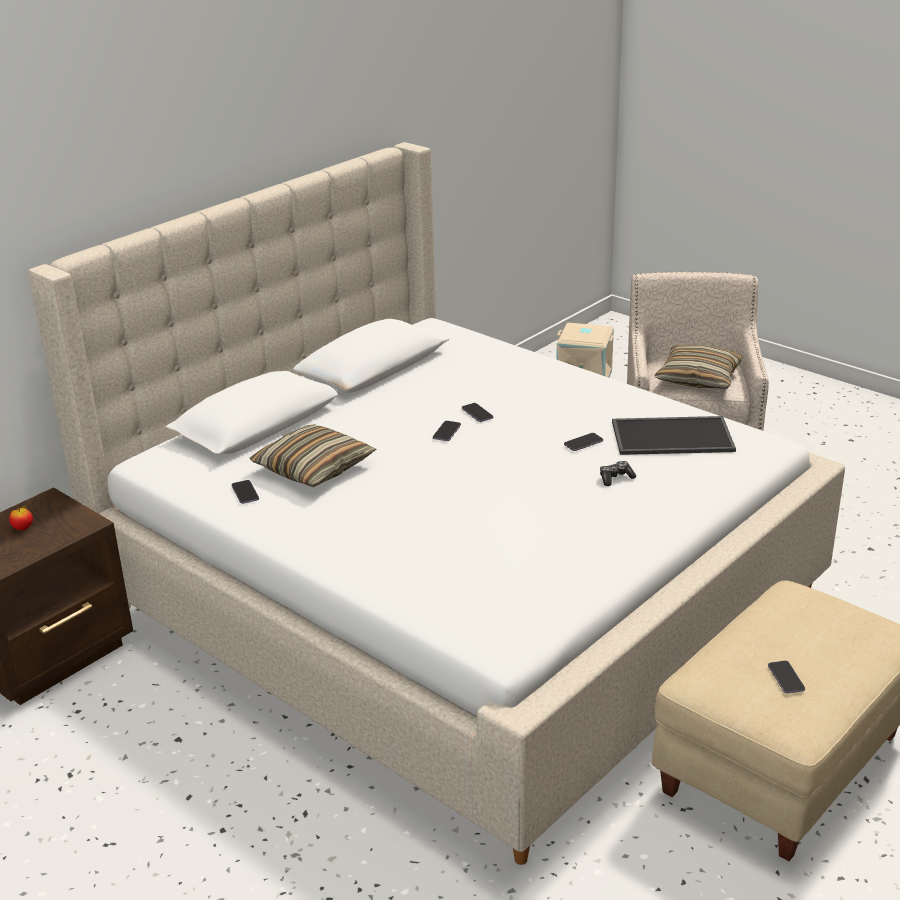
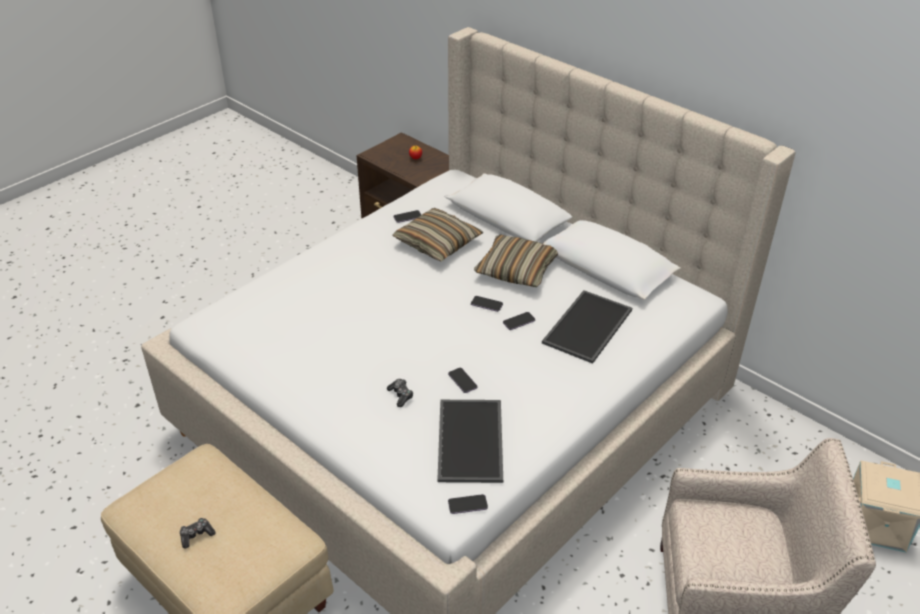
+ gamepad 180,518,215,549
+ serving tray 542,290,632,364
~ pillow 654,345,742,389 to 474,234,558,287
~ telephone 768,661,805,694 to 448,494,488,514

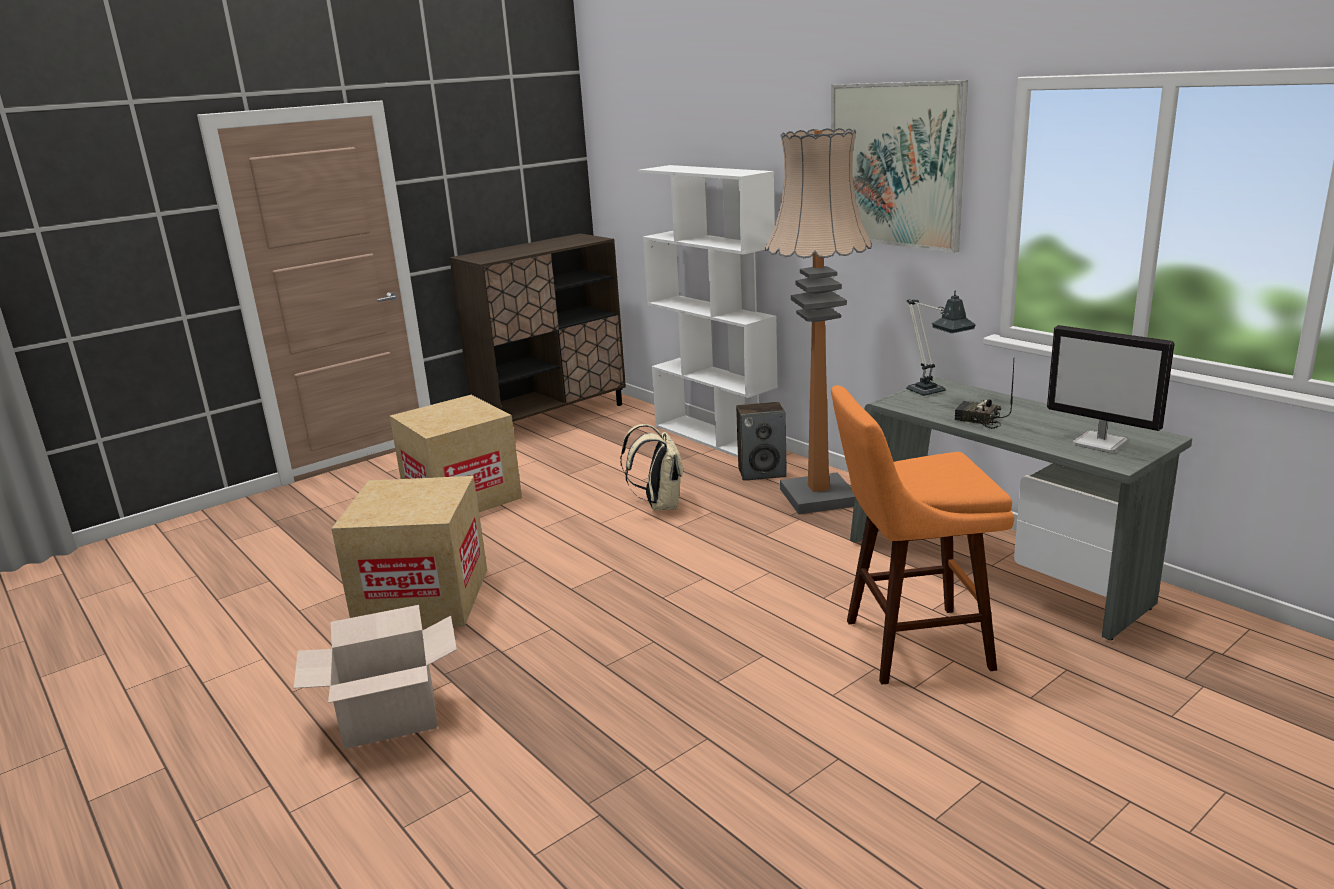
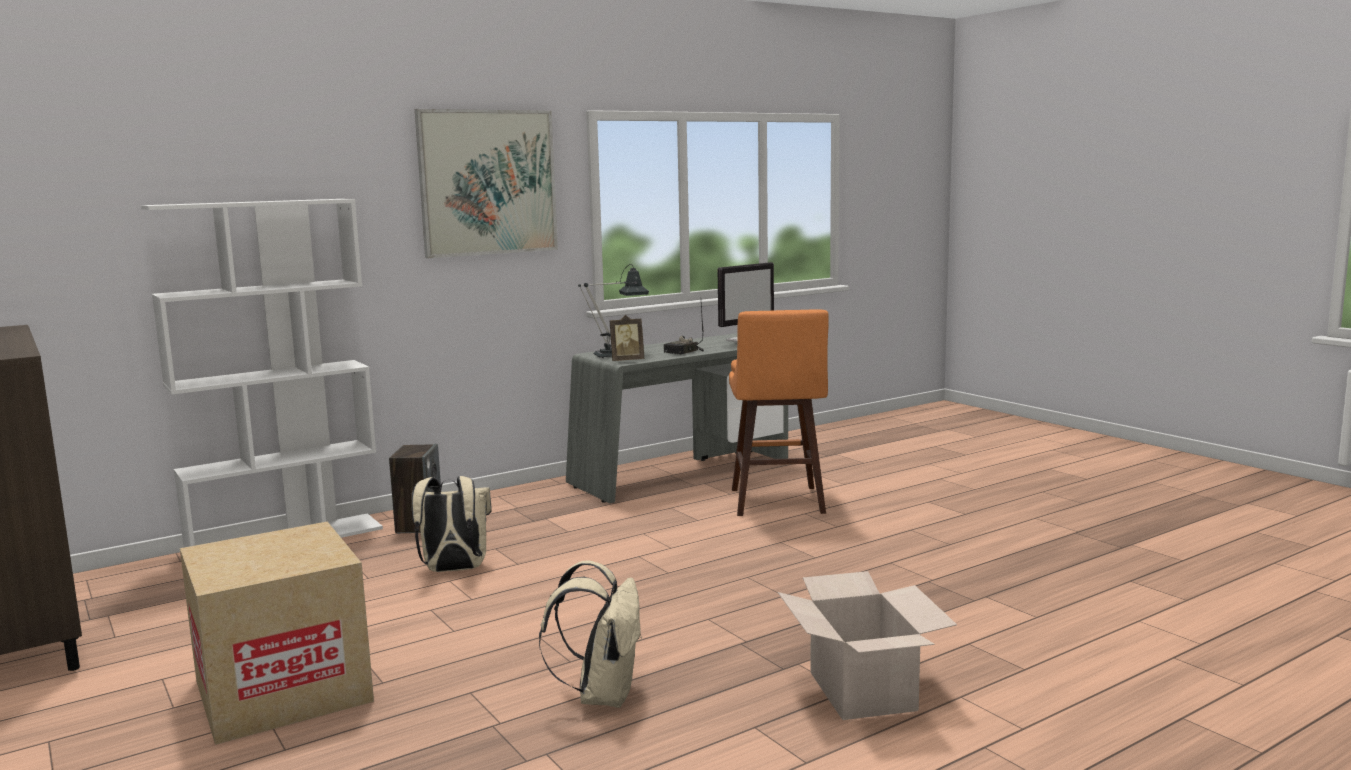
- standard lamp 765,128,872,514
+ photo frame 610,315,644,361
~ packing box 331,476,487,628 to beige backpack 539,560,642,708

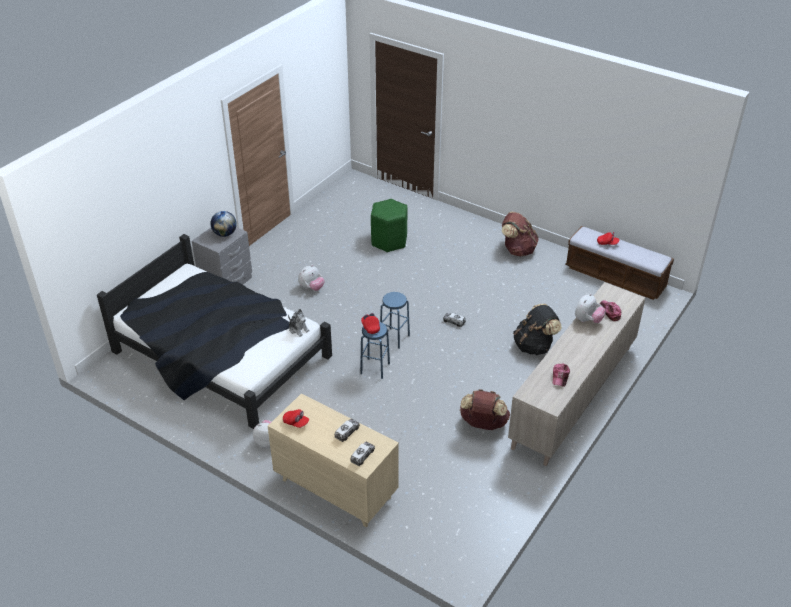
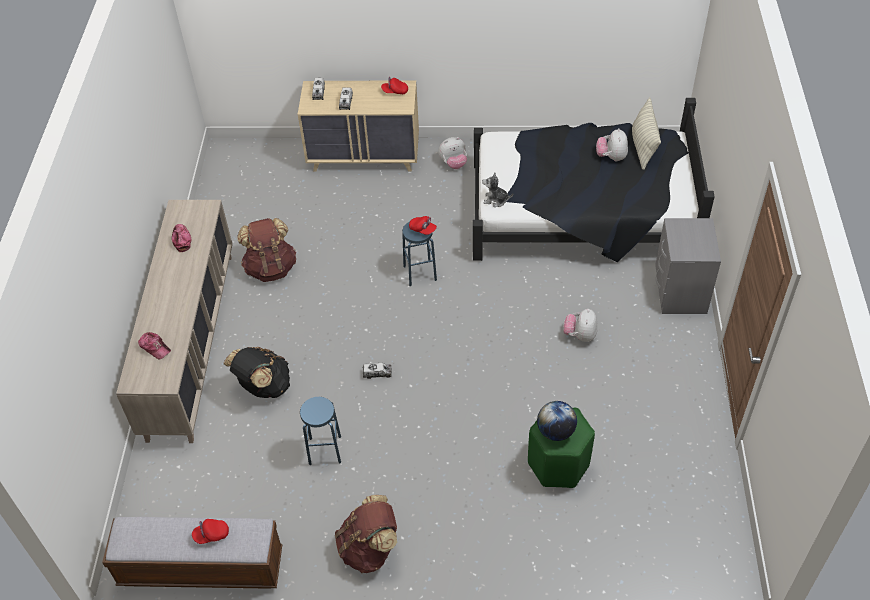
+ pillow 632,97,661,170
~ desk globe 211,211,237,237 to 537,401,577,441
~ blue-coloured stool 380,292,410,349 to 300,397,341,465
~ soft toy 575,293,606,323 to 596,128,628,162

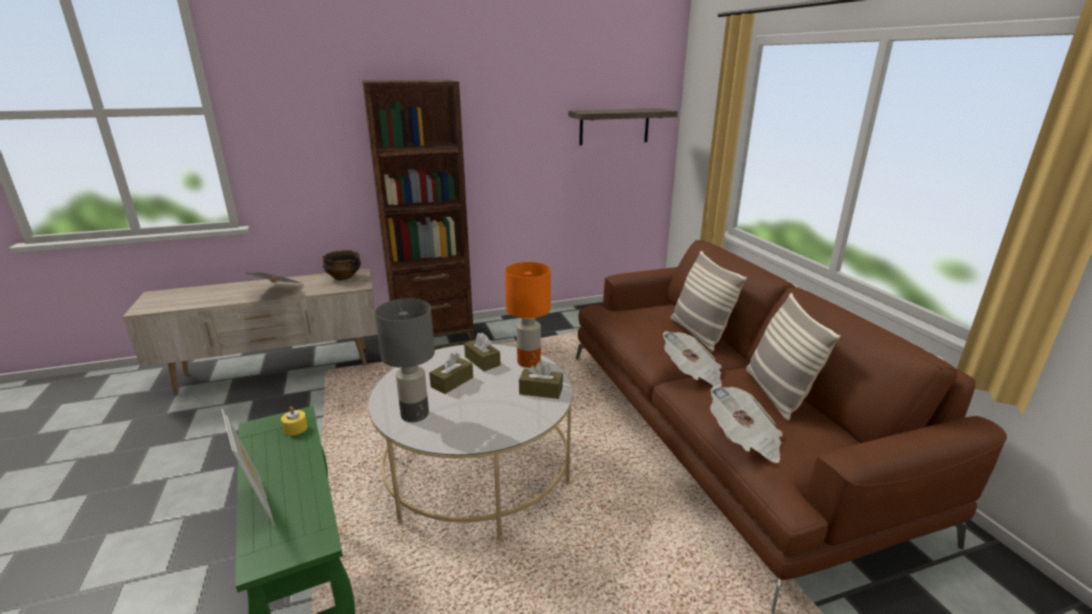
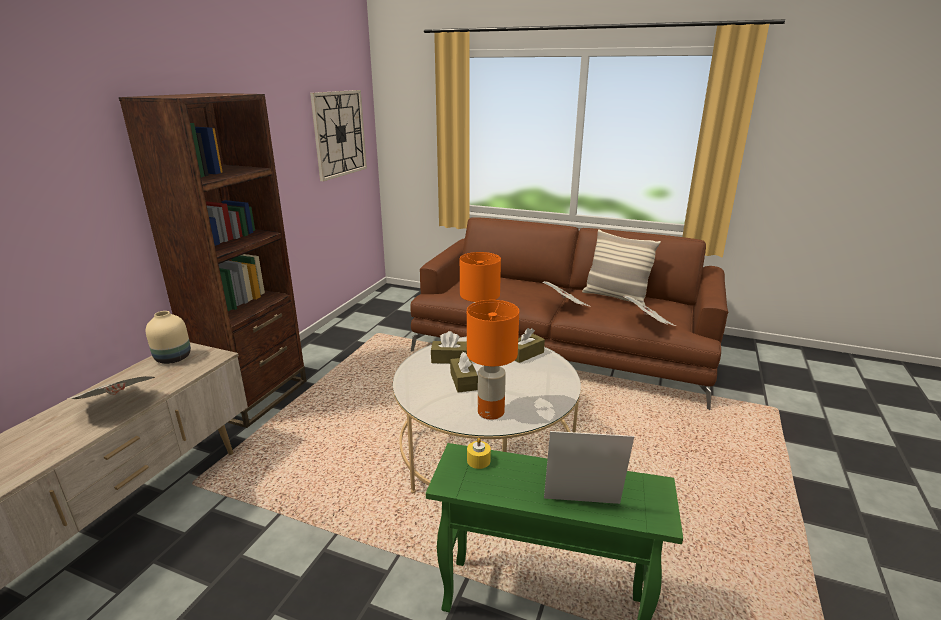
- pillow 671,251,747,352
~ deep dish 322,250,361,281 to beige decorative vase 146,311,191,364
~ bracket shelf 568,108,678,145 to hanging clock 310,90,367,181
~ greyish table lamp 375,298,435,422 to orange table lamp 467,300,519,420

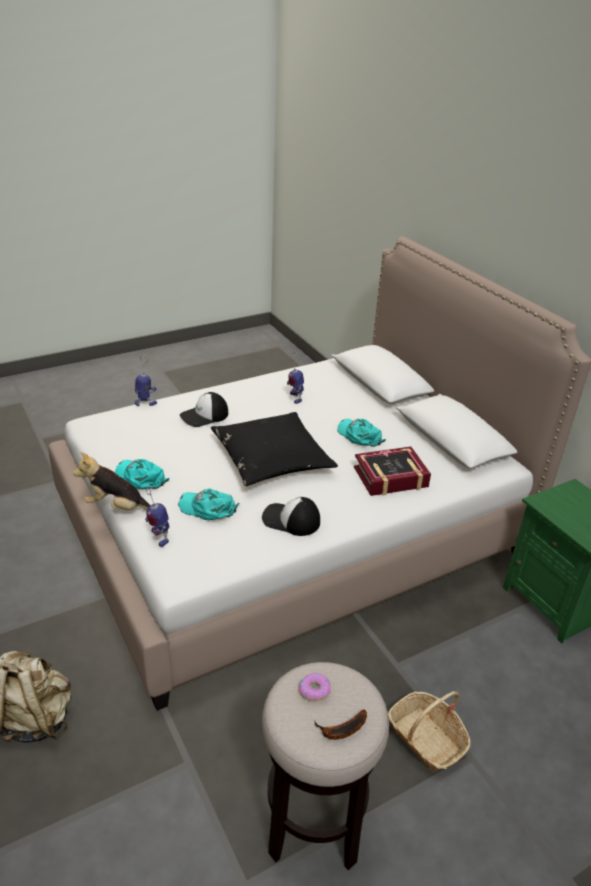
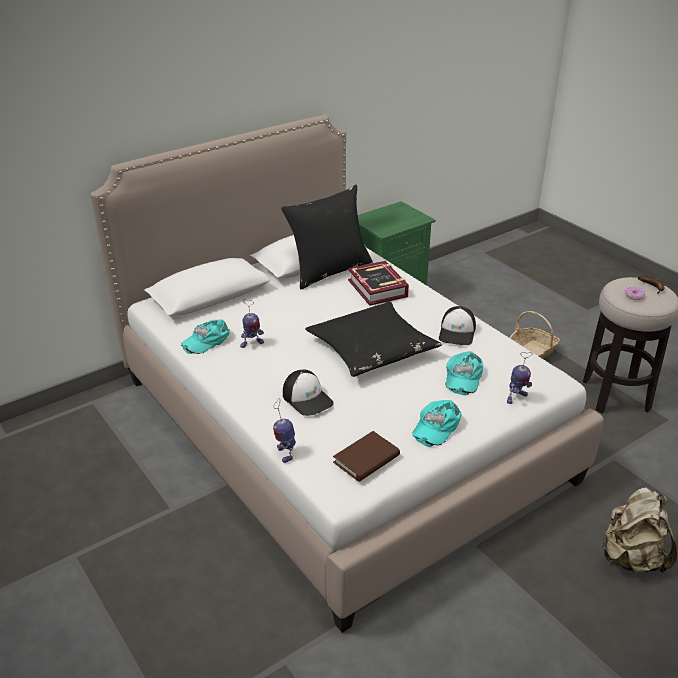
- soft toy 73,452,150,511
+ black pillow 281,185,373,289
+ brown-coloured bound book 333,431,400,482
~ turquoise-coloured peaked cap 337,419,386,447 to 181,319,230,354

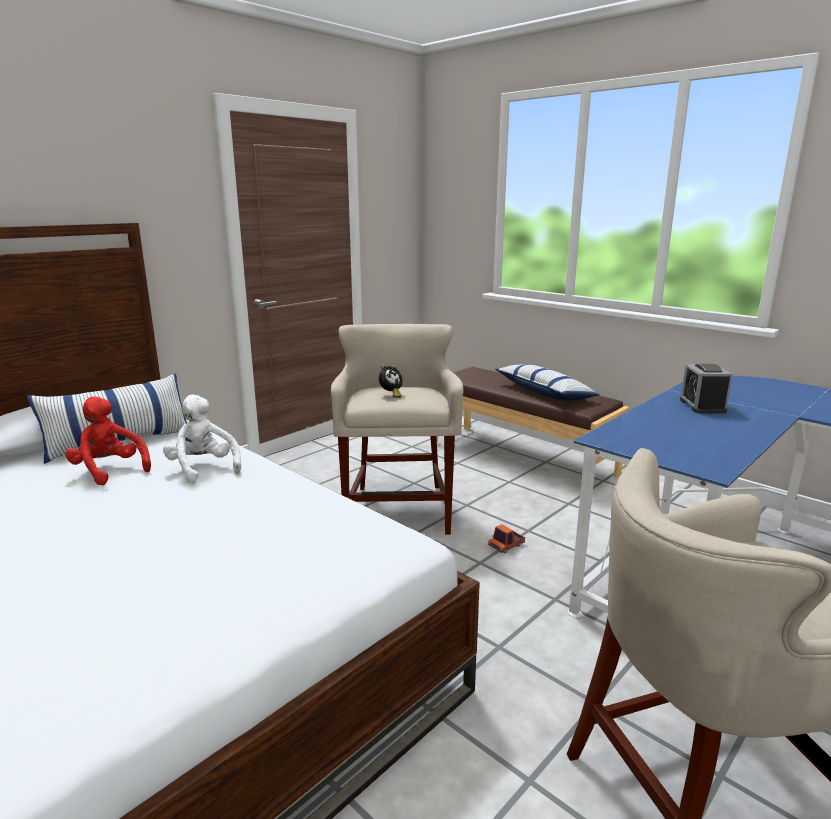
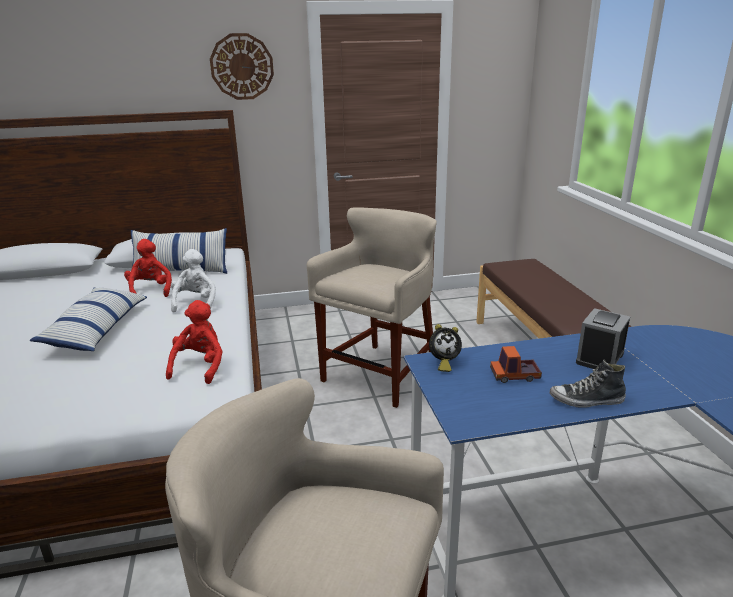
+ red-coloured soft toy 166,300,223,384
+ hanging clock 210,33,274,100
+ low shoe 550,360,626,408
~ bedside clock 379,364,403,398 to 429,324,462,372
~ toy lorry 488,524,525,553 to 490,346,542,383
~ pillow 495,364,599,400 to 30,288,147,351

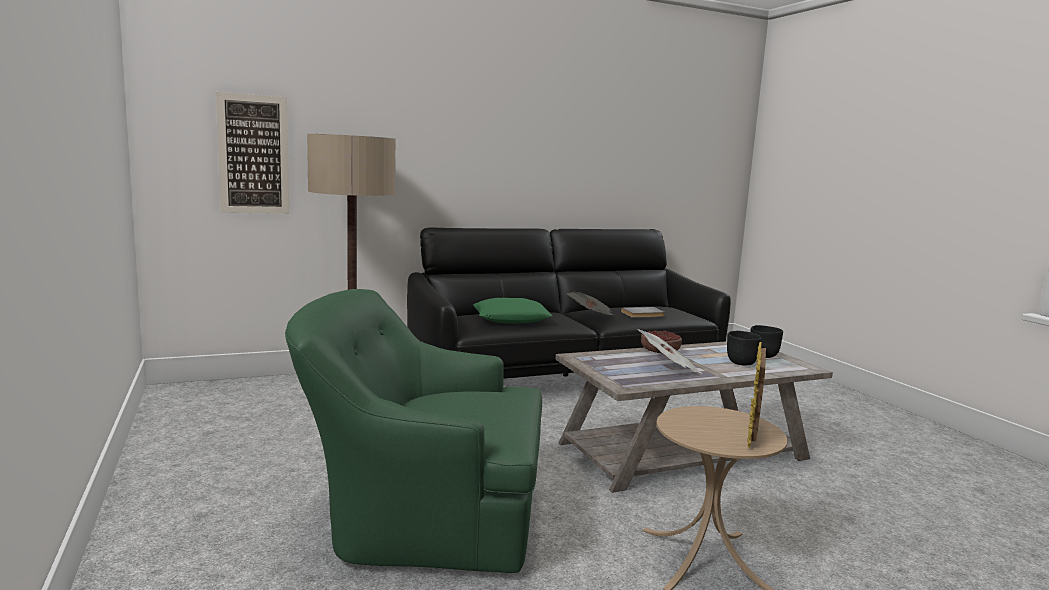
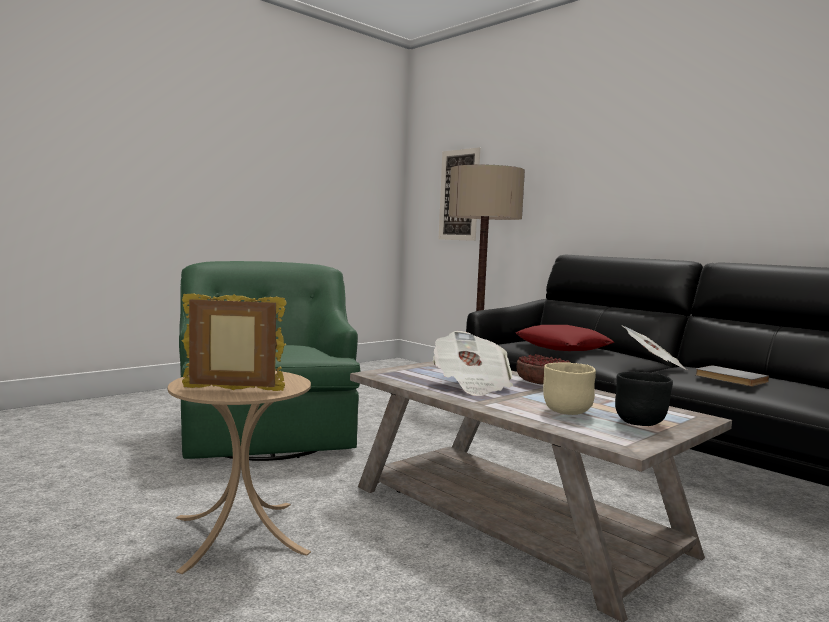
~ greenish pillow 473,298,552,323 to red-coloured pillow 516,325,614,351
~ black deep dish 727,331,762,365 to beige deep dish 543,362,596,415

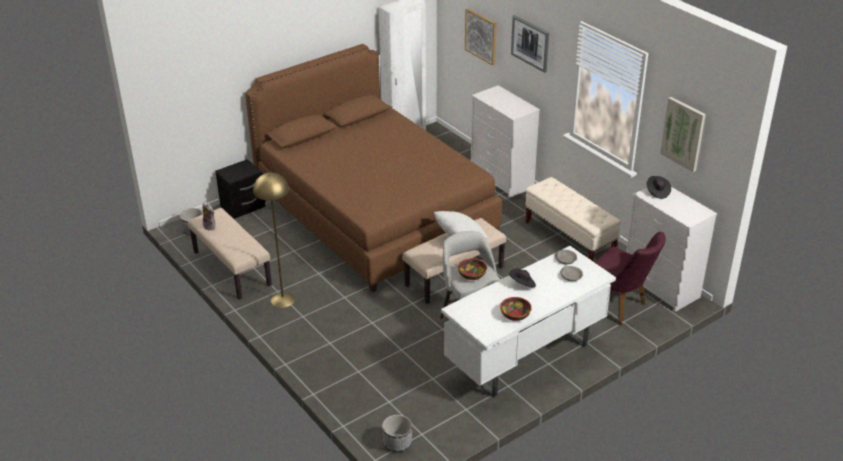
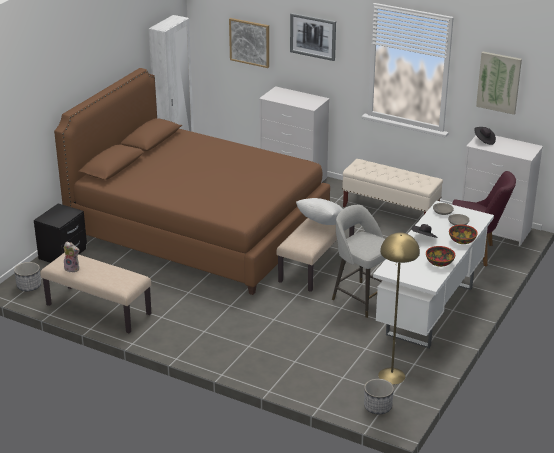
~ yellowish standard lamp 253,172,295,308 to 378,232,420,385
~ deep dish 458,258,487,280 to 449,225,478,244

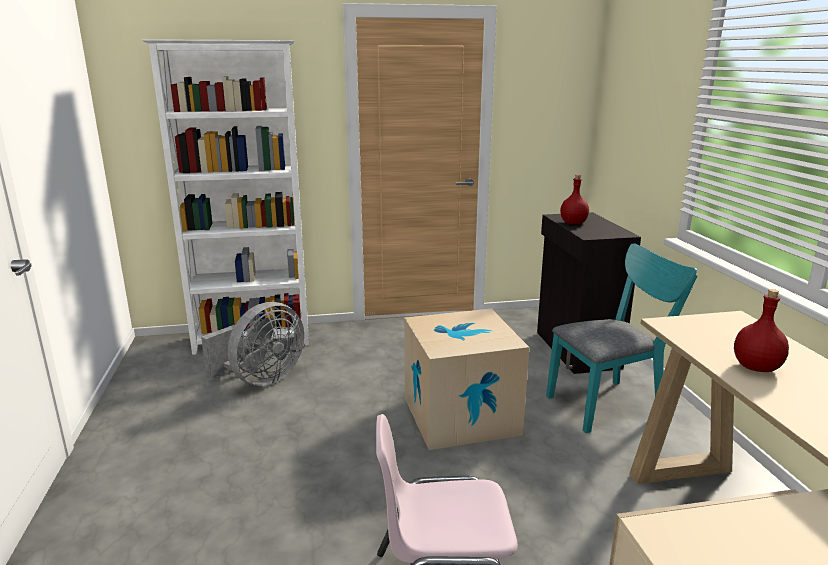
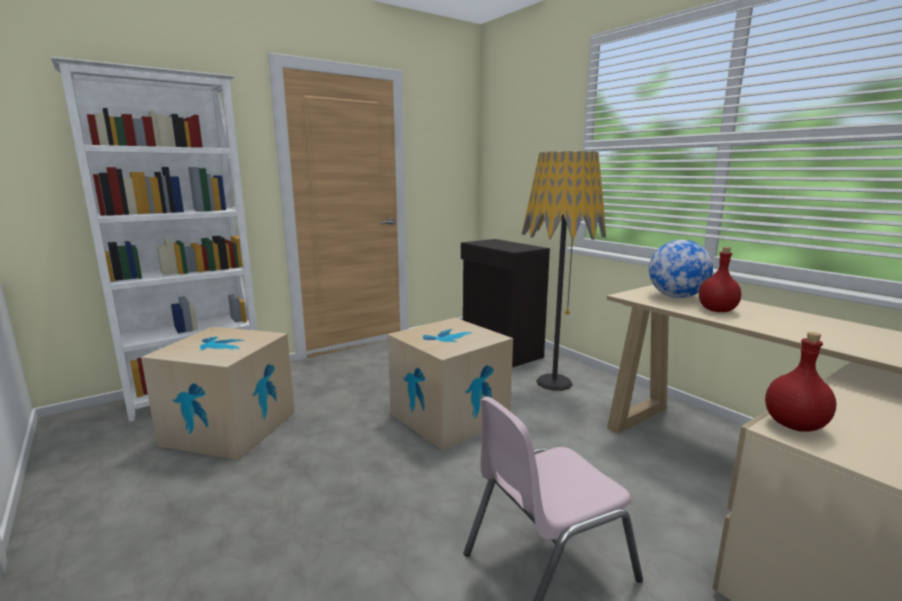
+ desk globe 649,240,713,298
~ red-coloured bottle 560,175,589,225 to 765,332,836,432
~ greyish cooling fan 201,302,304,386 to packing box 141,327,295,460
~ turquoise-coloured upright chair 546,243,697,433 to standard lamp 521,151,606,391

